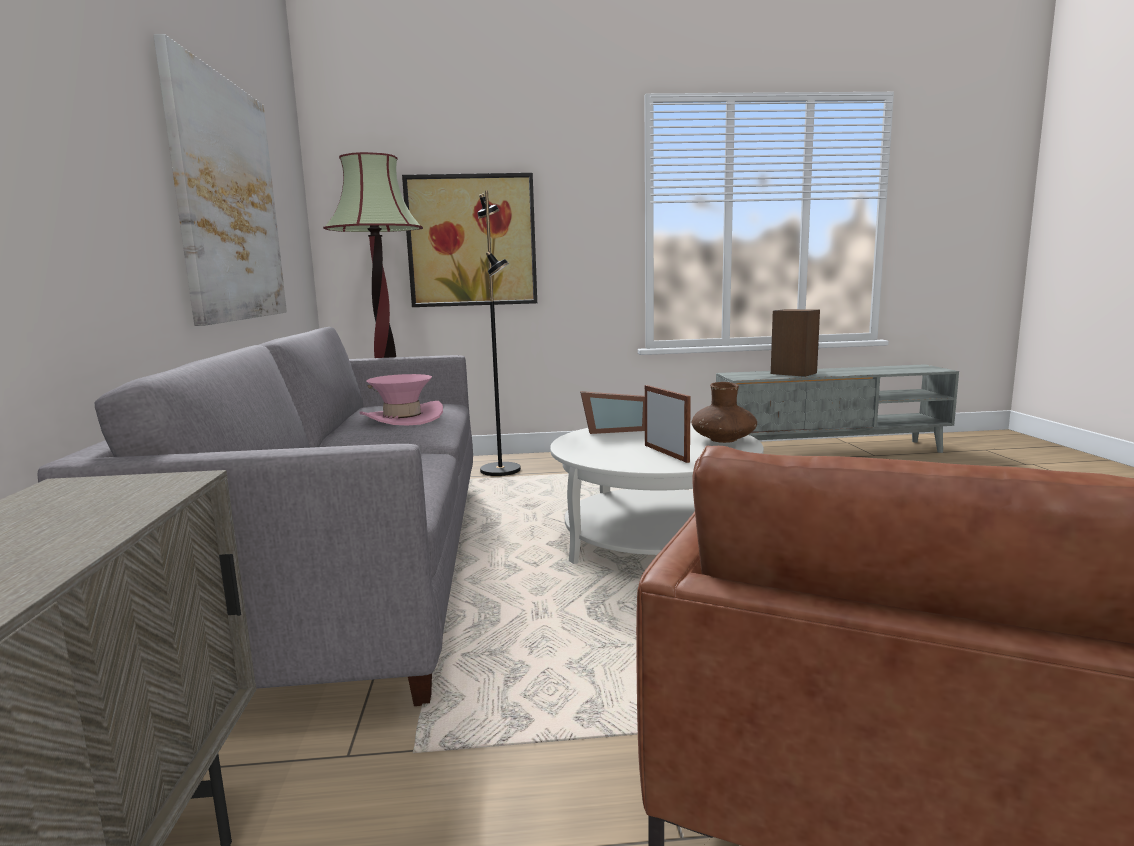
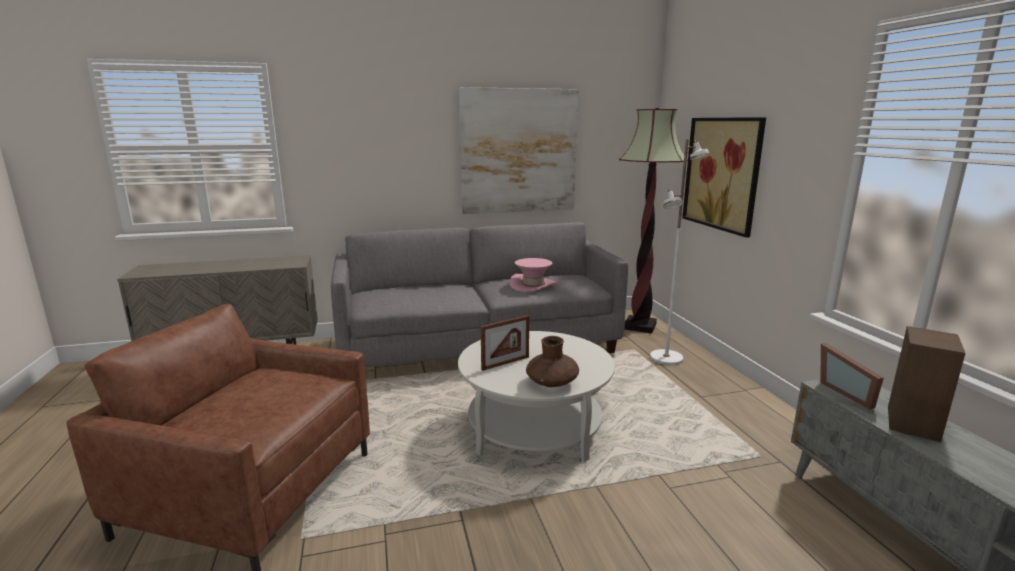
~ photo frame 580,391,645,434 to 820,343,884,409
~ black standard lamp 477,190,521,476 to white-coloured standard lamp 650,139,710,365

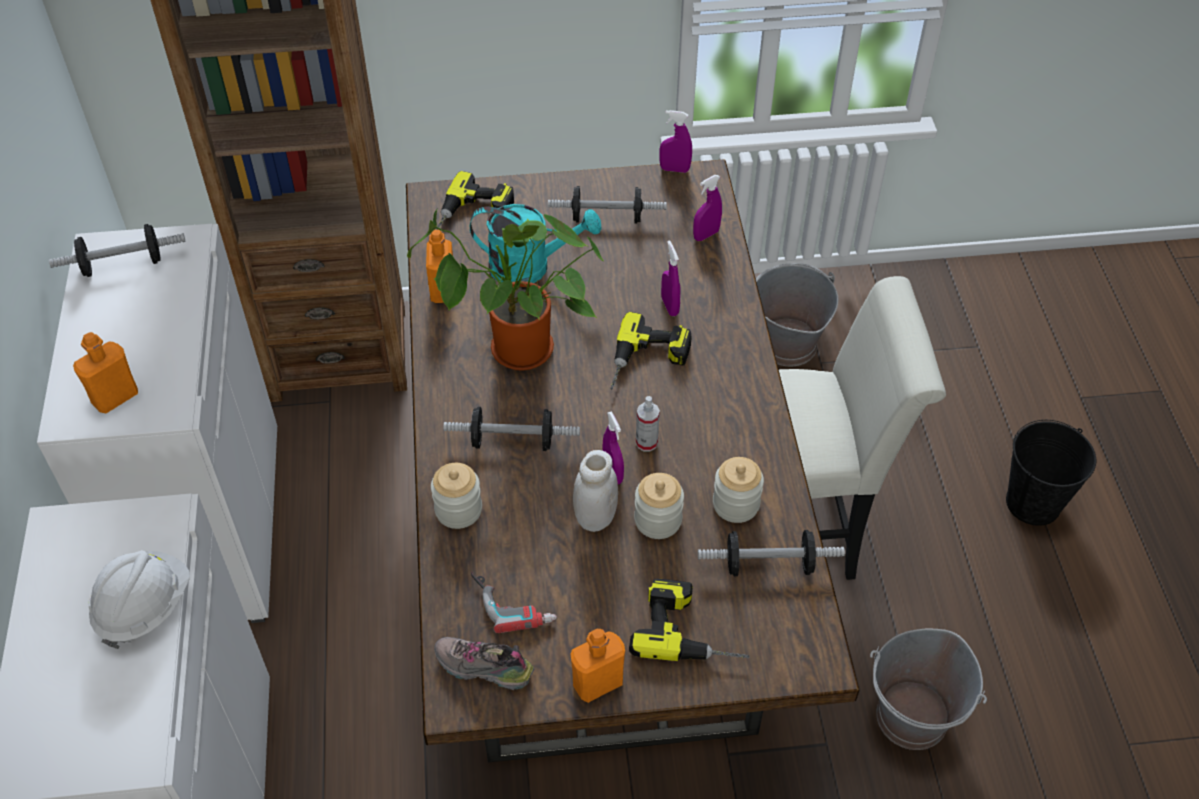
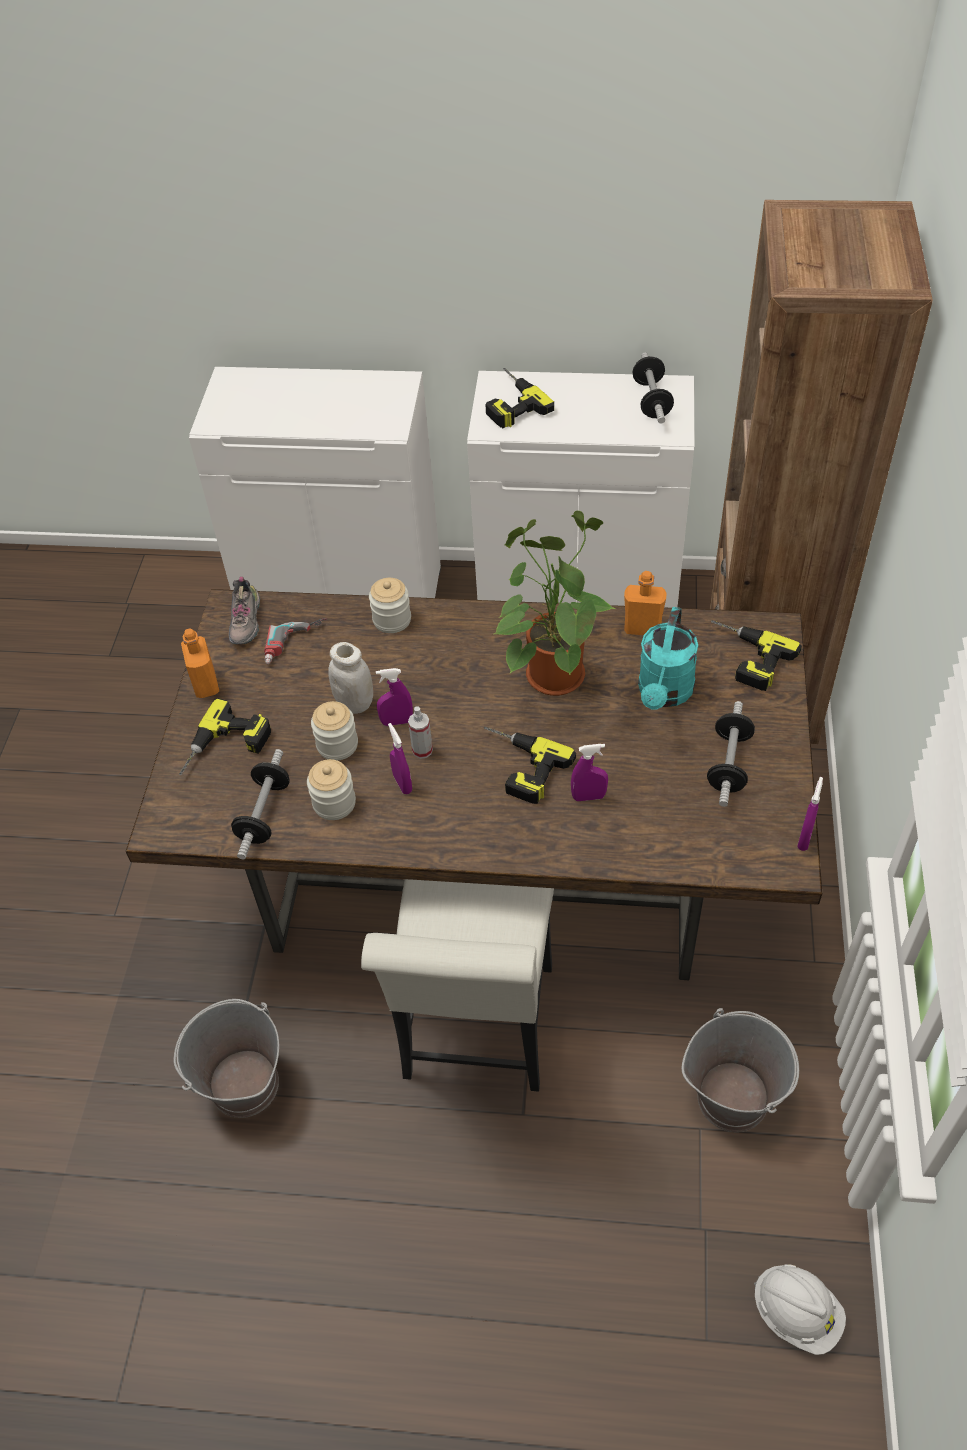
- hand weight 444,407,580,451
- black water bucket 1006,420,1096,526
~ white-coloured hard hat 88,550,190,649 to 754,1264,846,1355
~ purplish sprayer 693,175,722,241 to 388,723,412,794
~ orange bottle 73,332,138,414 to power drill 485,368,554,428
~ low shoe 434,637,534,690 = 229,577,260,645 150 degrees clockwise

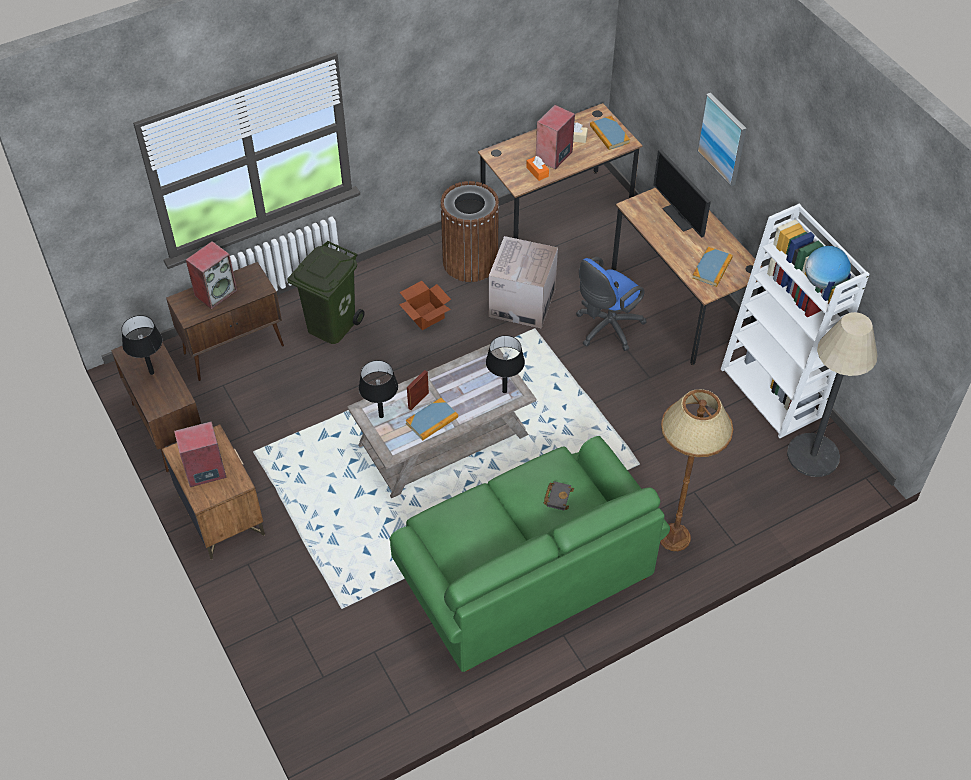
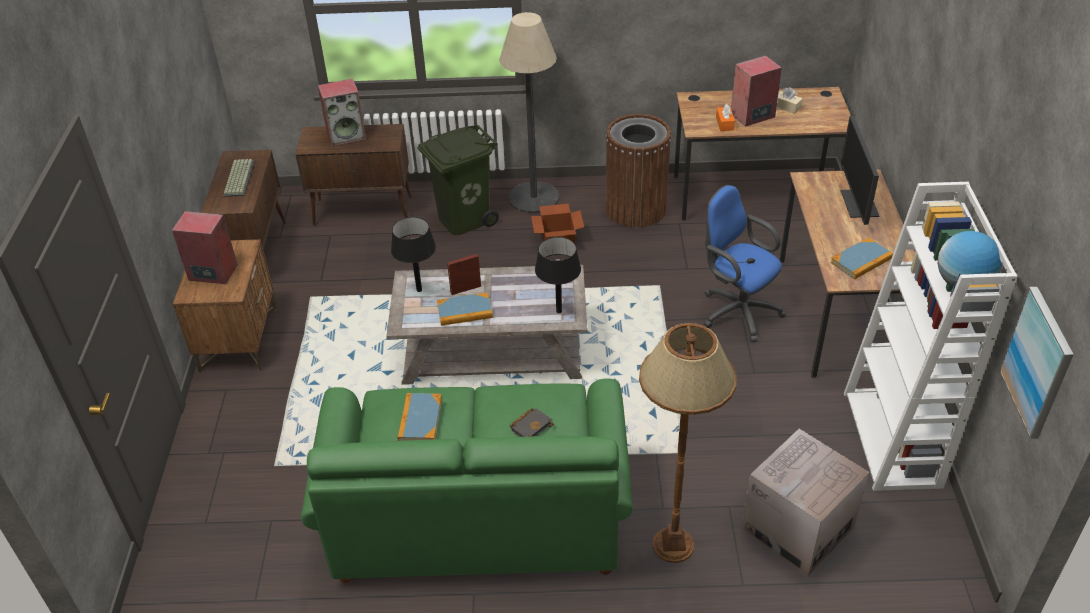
~ packing box 489,236,558,329 to 742,429,869,577
~ bound book 590,116,630,150 to 398,393,442,441
~ picture 697,93,746,186 to 999,287,1074,439
~ standard lamp 787,312,877,477 to 499,12,559,214
~ black table lamp 121,315,162,375 to computer keyboard 223,159,255,197
~ blue-coloured office chair 576,257,647,351 = 704,185,786,342 60 degrees clockwise

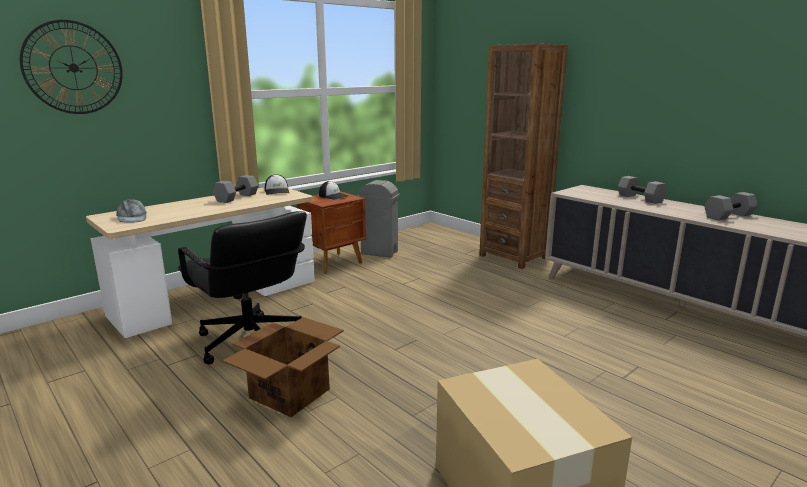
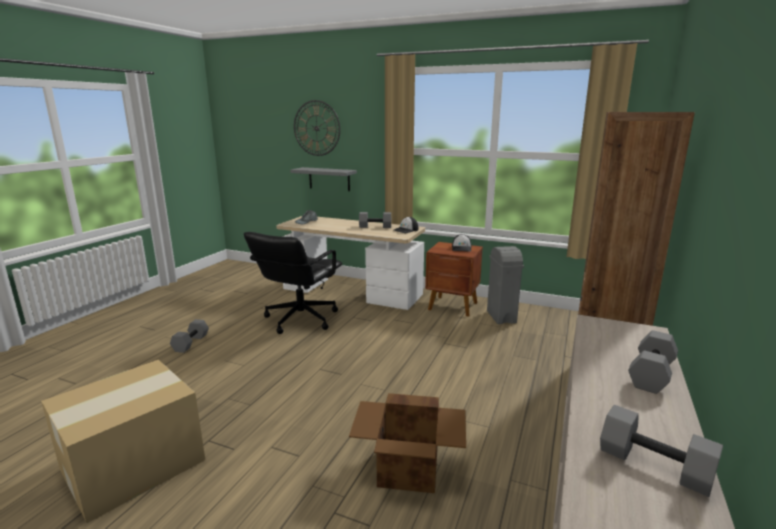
+ greyish hand weight 170,319,209,353
+ greyish bracket shelf 290,167,357,191
~ packing box 223,317,344,417 to 349,393,466,493

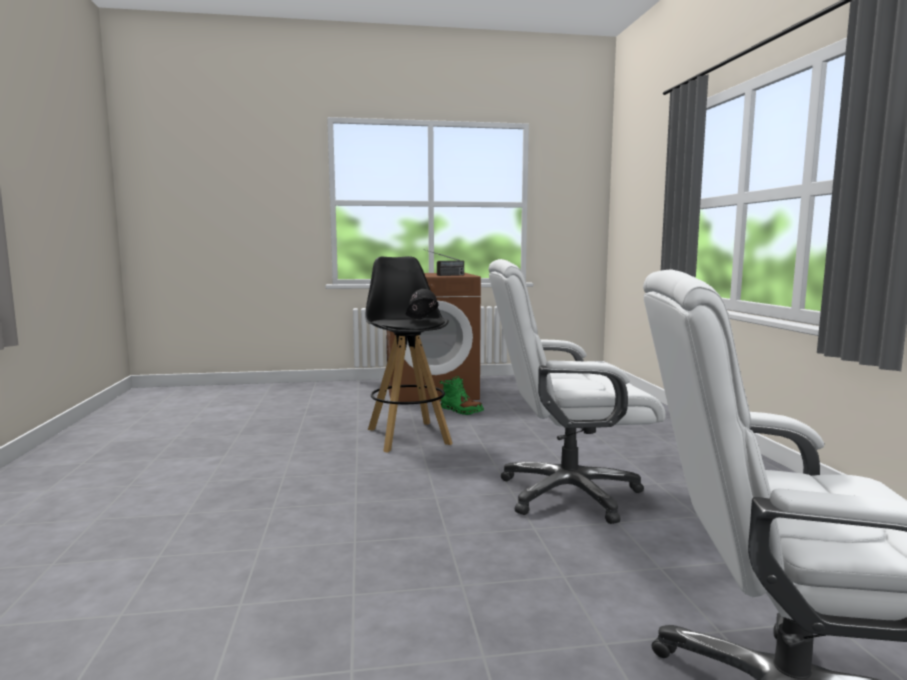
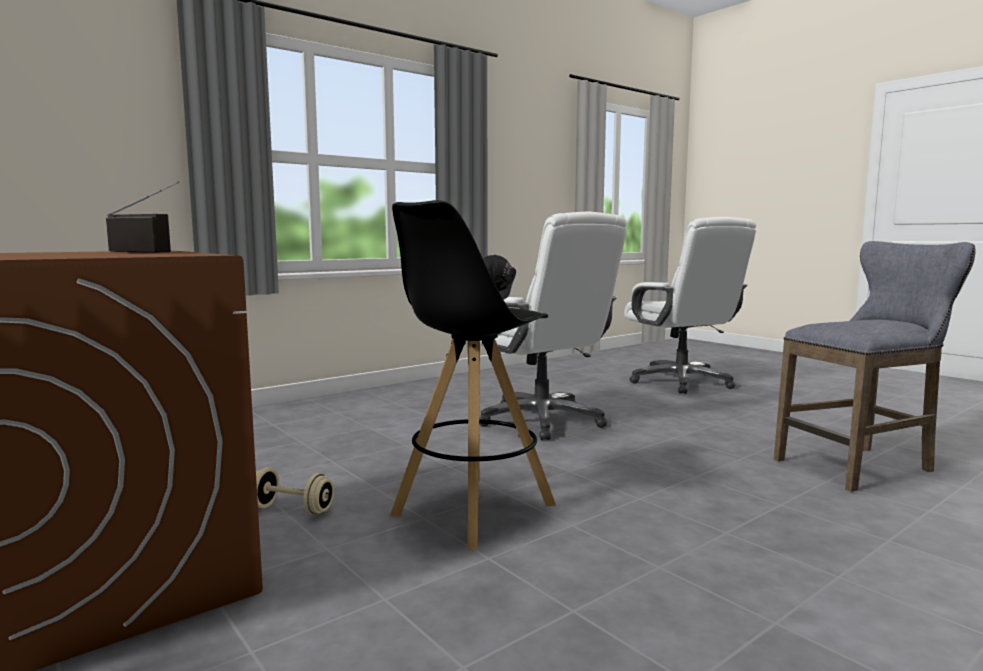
+ greyish stool 774,241,975,492
~ greenish high-top boot 440,376,484,415 to beige hand weight 256,467,334,515

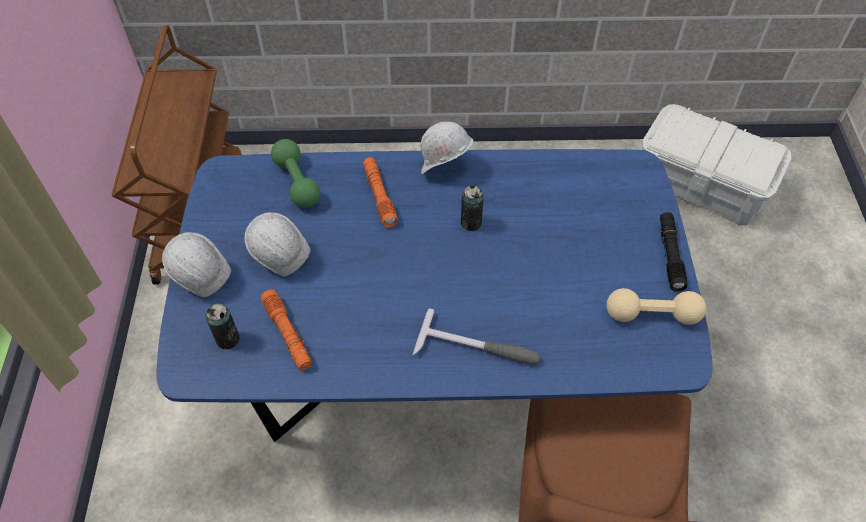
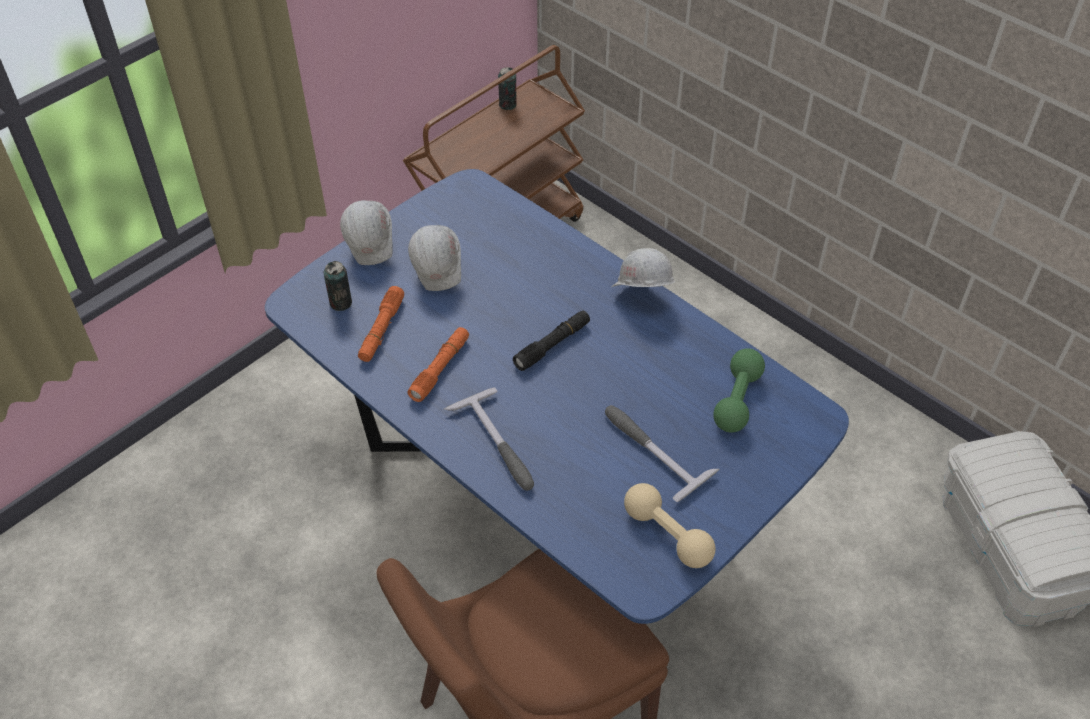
+ tool hammer 605,405,720,502
~ greenish hand weight 271,139,320,208 to 713,348,765,432
~ orange hand torch 363,157,398,227 to 408,327,469,402
~ can 461,185,484,231 to 498,67,517,110
~ black hand torch 660,212,688,292 to 513,311,590,371

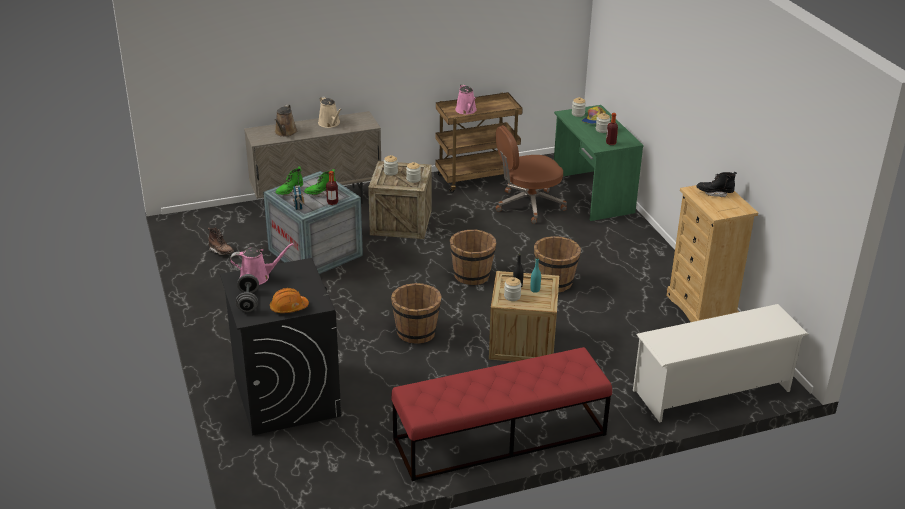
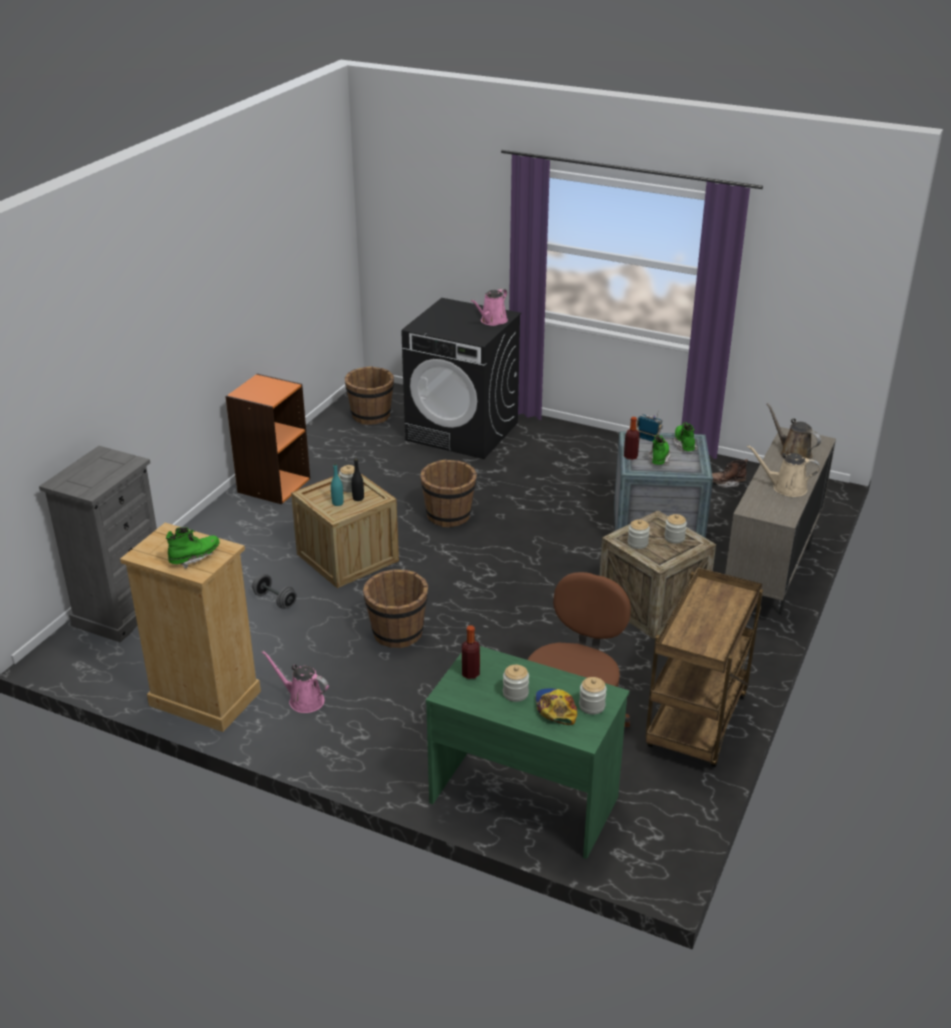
- orange hard hat 270,288,309,313
~ greyish hand weight 236,274,259,312 to 252,574,297,609
~ brown-coloured water bucket 450,229,496,285 to 345,366,394,425
~ pink-coloured watering pot 455,84,477,114 to 262,651,329,713
~ red-coloured long seat 391,347,612,481 to orange shelving unit 225,374,310,504
~ white-coloured shoe stand 633,304,809,422 to greyish drawer chest 39,446,157,642
~ black high-top boot 696,172,737,197 to greenish high-top boot 166,527,219,569

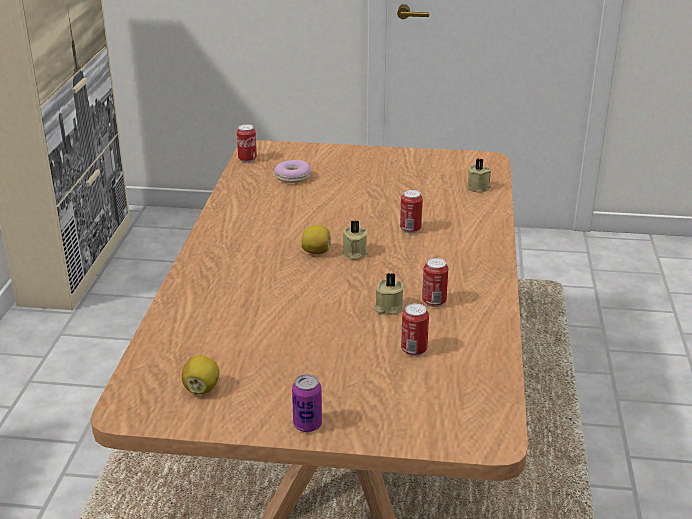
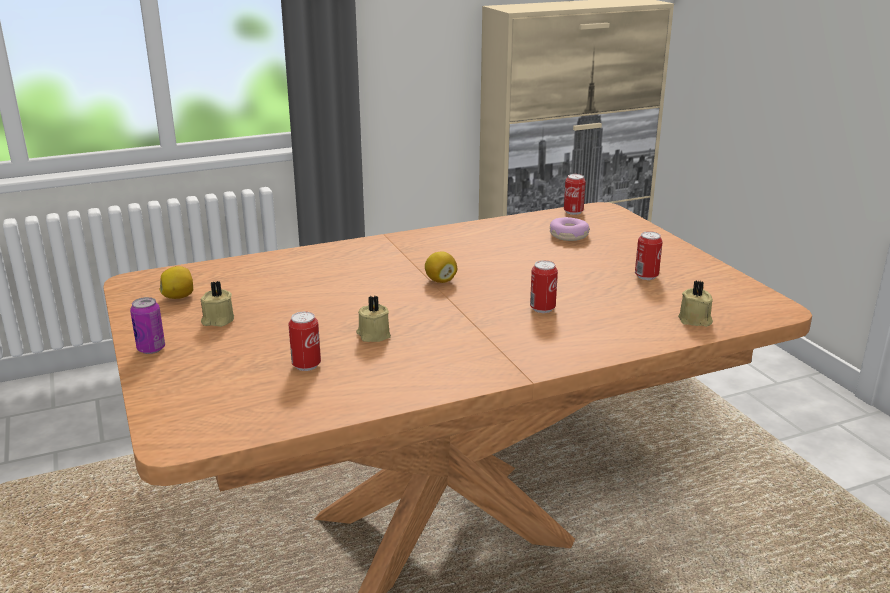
~ beige wax candle 341,220,368,260 to 201,281,234,327
~ can 422,258,448,307 to 635,231,663,280

